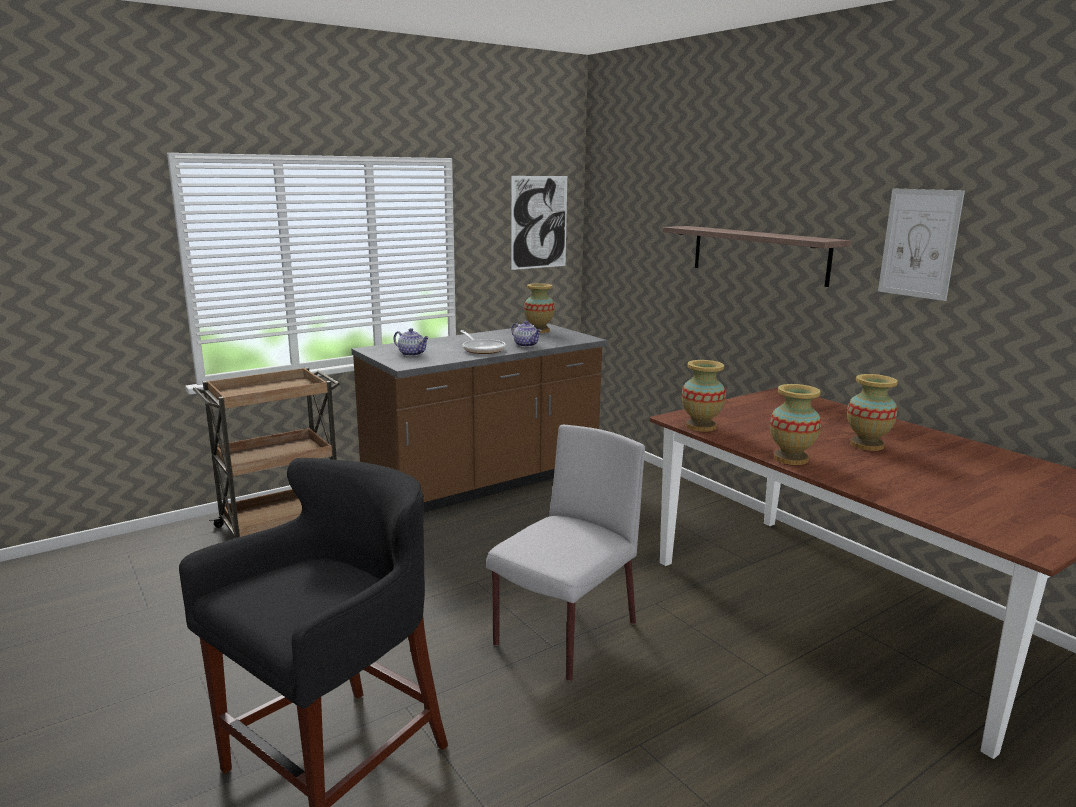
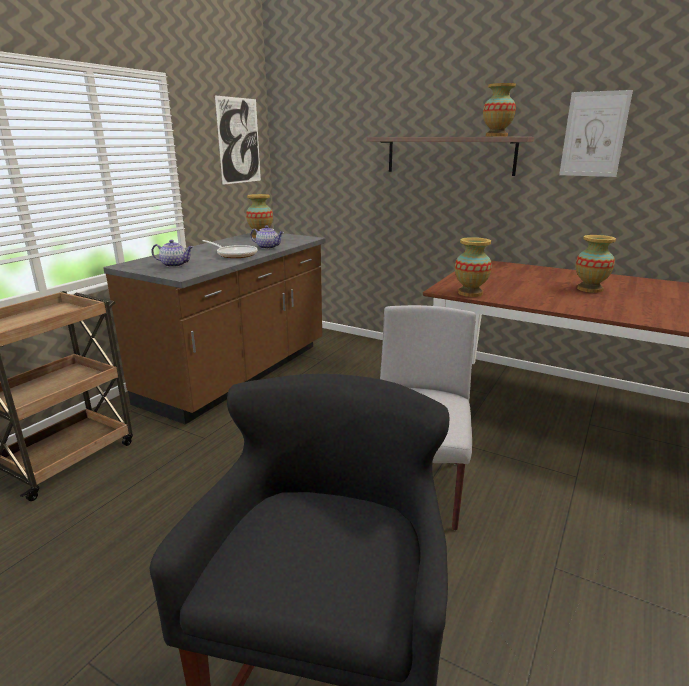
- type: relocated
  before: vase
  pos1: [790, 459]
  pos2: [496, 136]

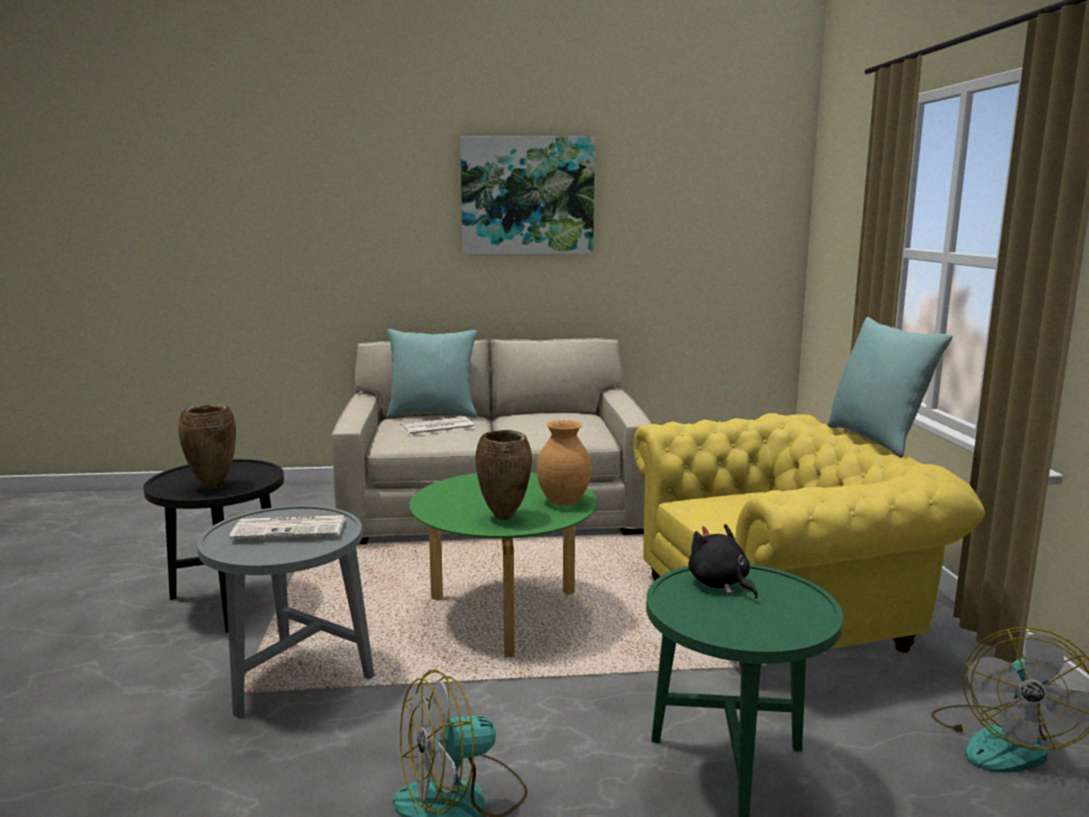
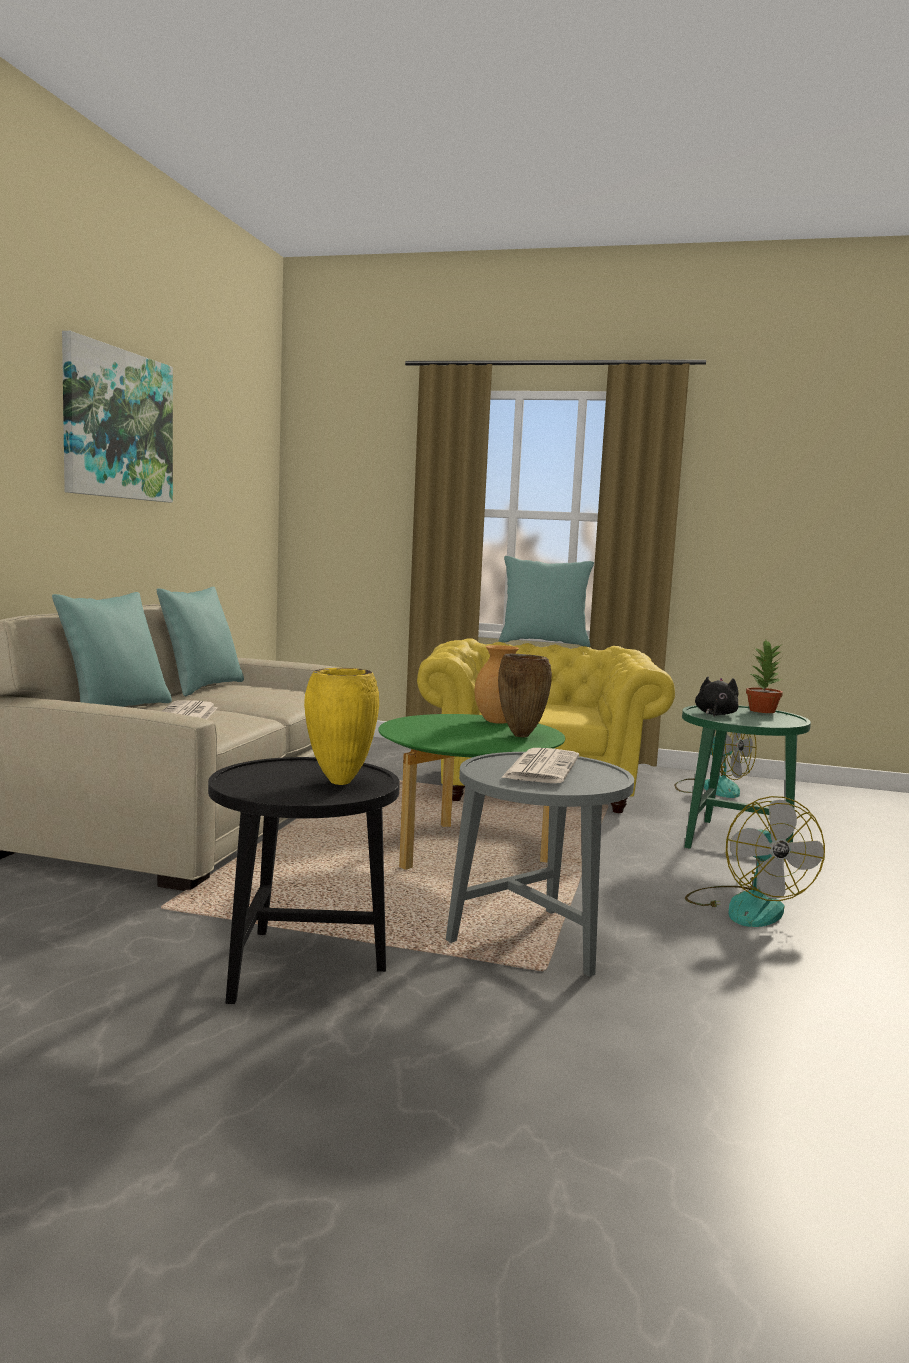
- type: appeared
  after: turquoise pillow
  pos2: [201, 687]
- type: colour
  before: brown vase
  after: yellow vase
  pos1: [213, 486]
  pos2: [338, 782]
- type: spun
  before: black plush toy
  pos1: [720, 584]
  pos2: [715, 714]
  turn: 120
- type: appeared
  after: potted plant
  pos2: [763, 710]

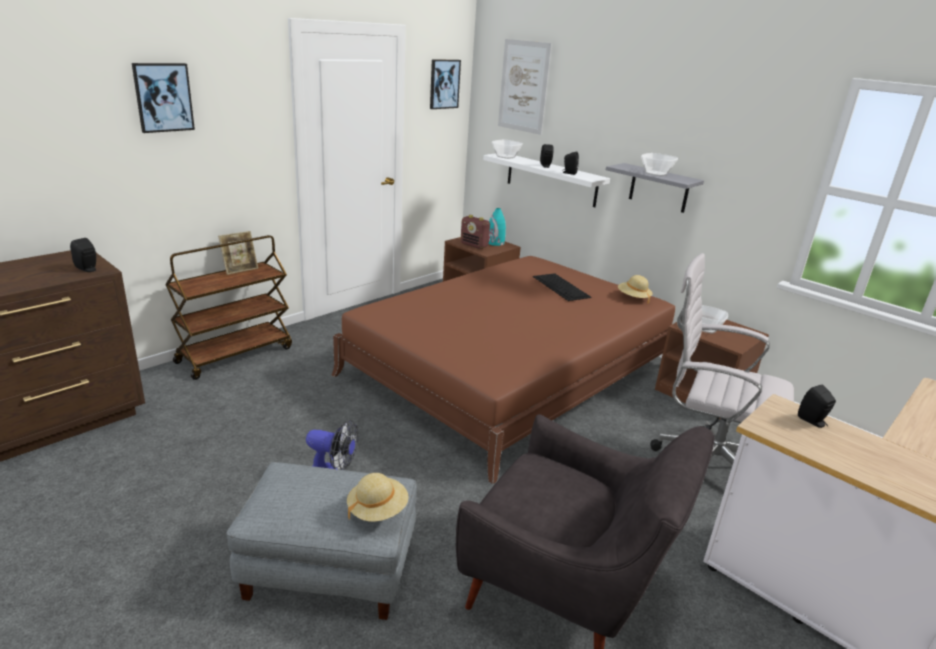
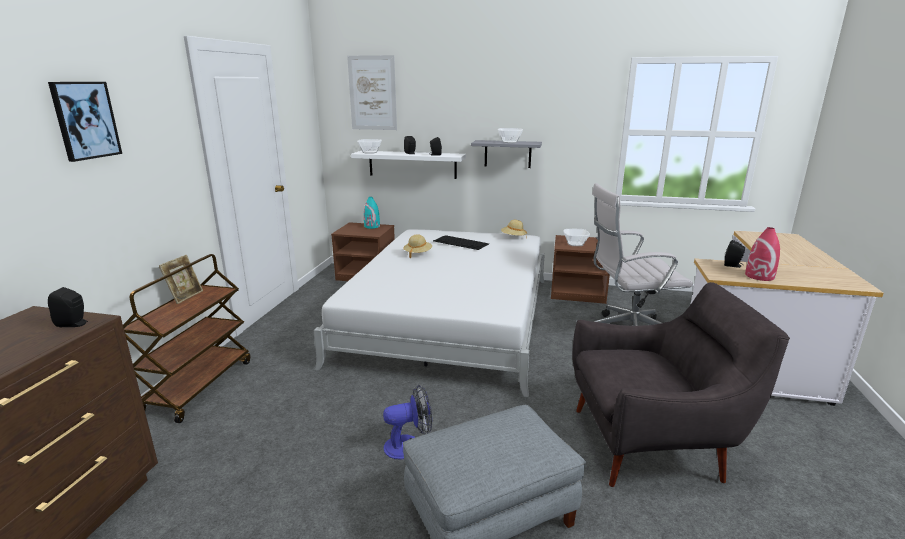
- type: colour
  before: brown bed
  after: white bed
  pos1: [510, 370]
  pos2: [450, 318]
- type: relocated
  before: beige hat
  pos1: [377, 510]
  pos2: [417, 254]
- type: appeared
  after: red vase
  pos2: [760, 276]
- type: missing
  before: picture
  pos1: [444, 84]
- type: missing
  before: radio
  pos1: [474, 245]

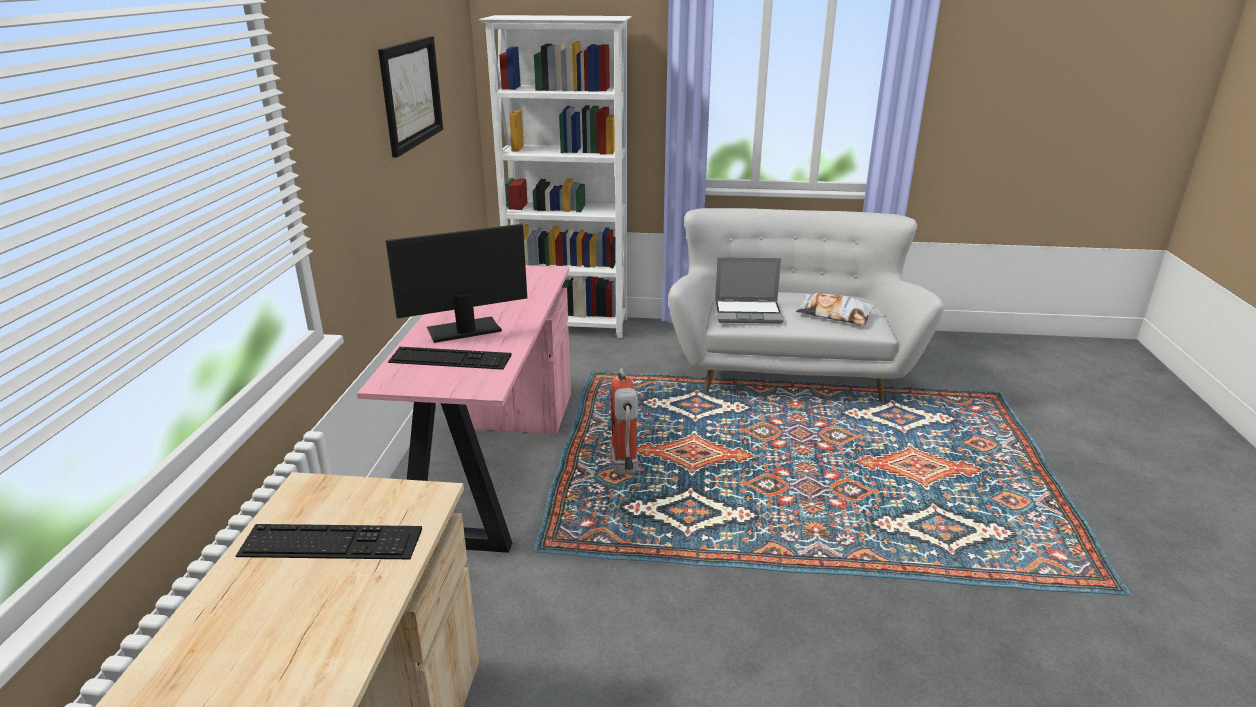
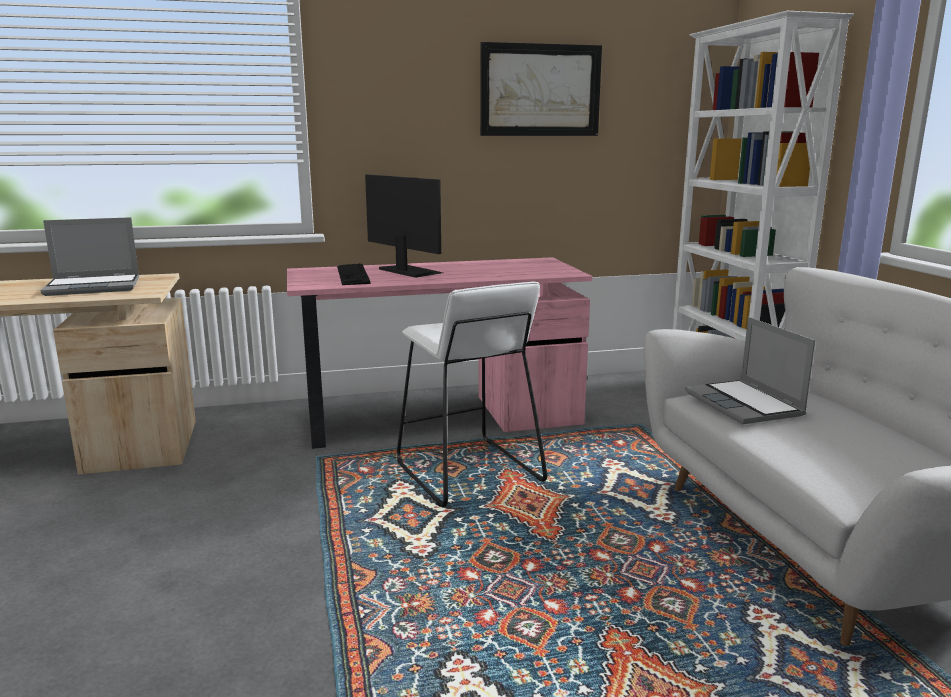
- type: exchanged
  before: keyboard
  after: laptop
  pos1: [331, 542]
  pos2: [95, 287]
- type: exchanged
  before: fire extinguisher
  after: white stool
  pos1: [625, 469]
  pos2: [467, 472]
- type: missing
  before: pillow
  pos1: [834, 314]

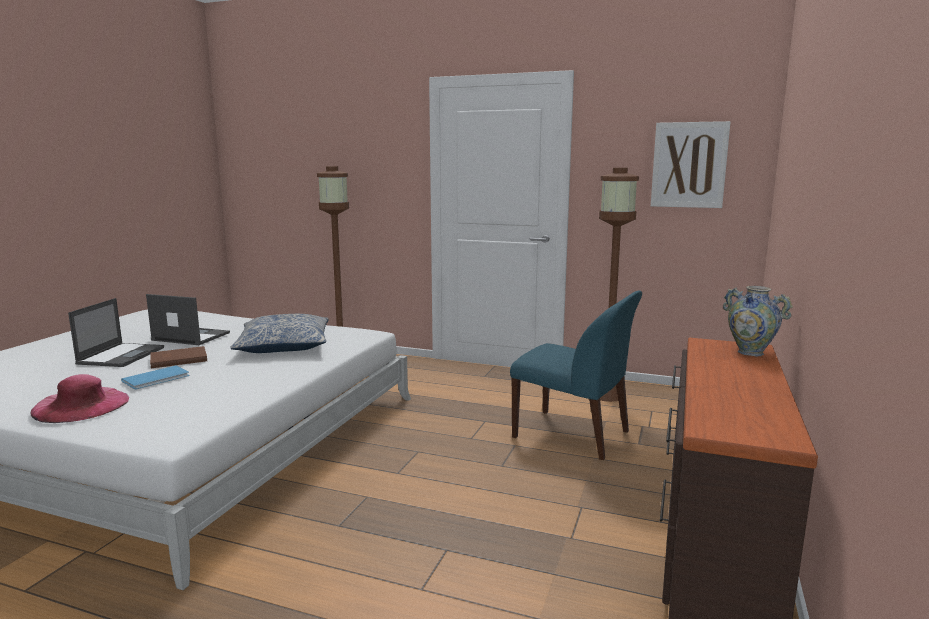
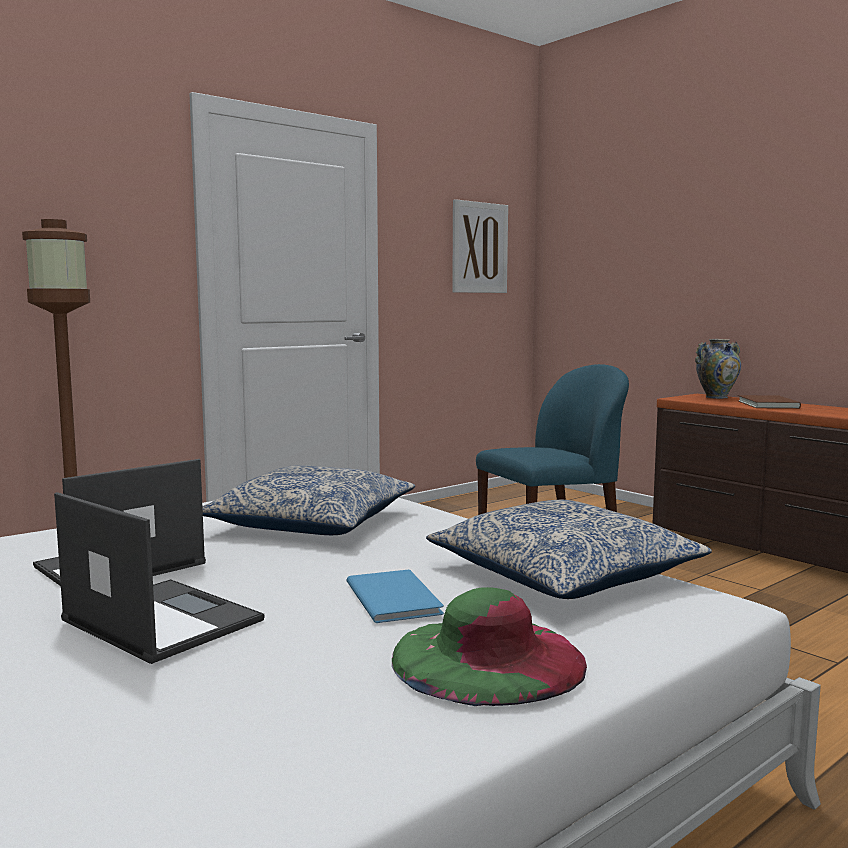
- type: colour
  before: pink hat
  after: green hat
  pos1: [81, 405]
  pos2: [487, 659]
- type: appeared
  after: pillow
  pos2: [563, 574]
- type: relocated
  before: brown book
  pos1: [178, 359]
  pos2: [766, 404]
- type: missing
  before: brown floor lamp
  pos1: [607, 396]

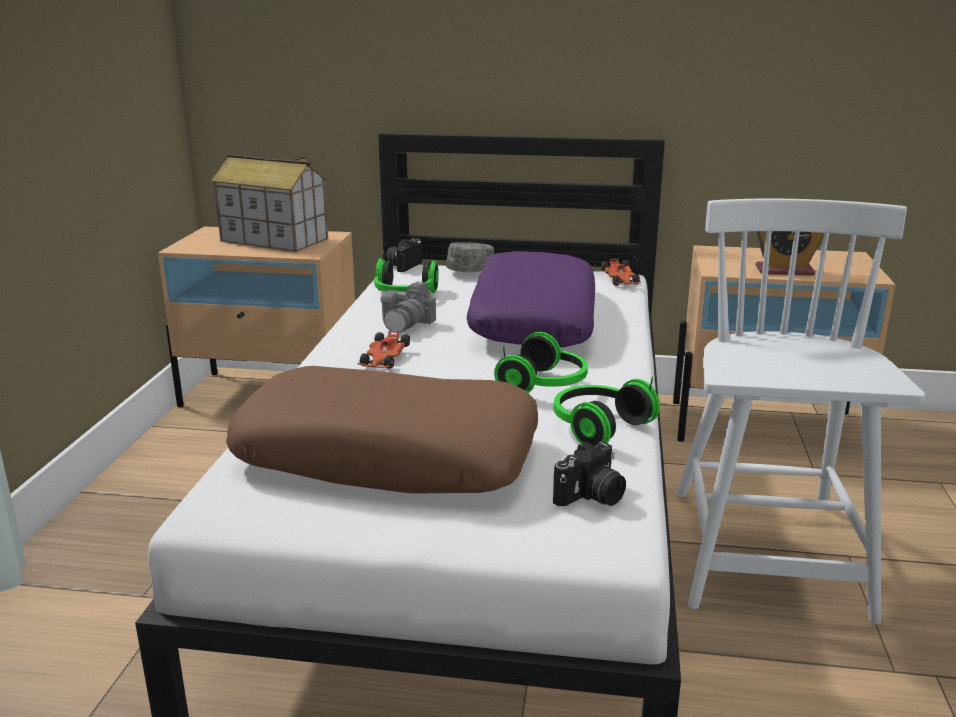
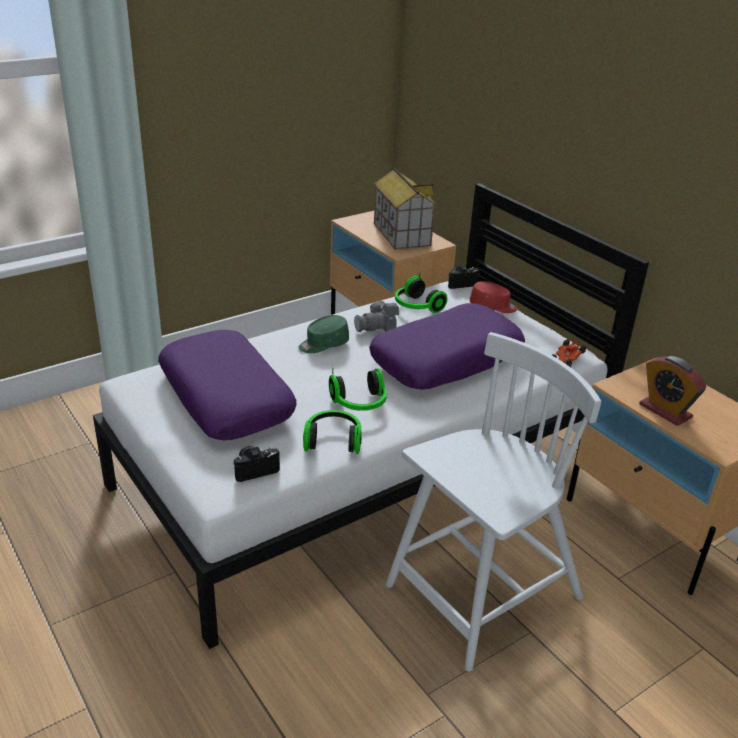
- type: colour
  before: brown pillow
  after: purple pillow
  pos1: [389, 455]
  pos2: [227, 397]
- type: spun
  before: photo camera
  pos1: [591, 497]
  pos2: [255, 470]
  turn: 150
- type: exchanged
  before: toy car
  after: green cap
  pos1: [384, 359]
  pos2: [323, 344]
- type: colour
  before: grey cap
  after: red cap
  pos1: [475, 270]
  pos2: [493, 307]

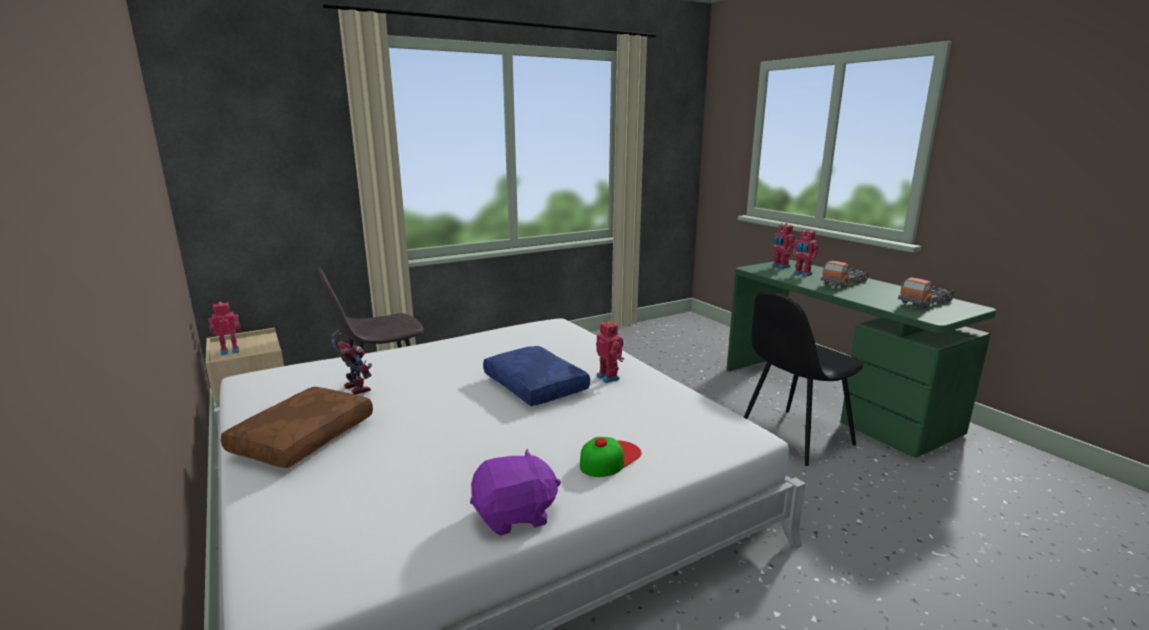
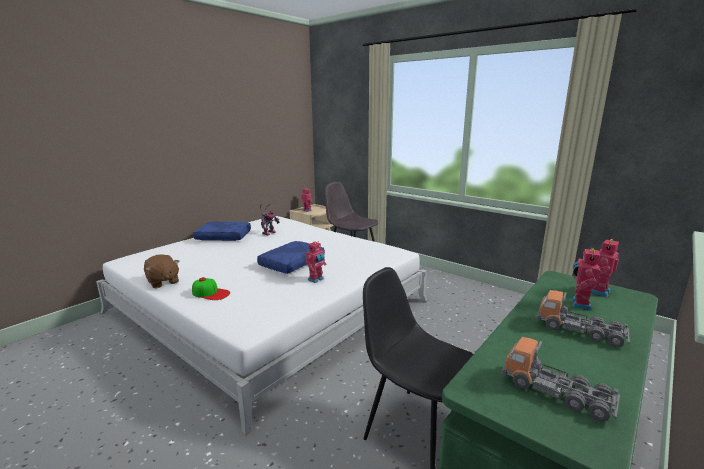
- type: colour
  before: purple plush toy
  after: brown plush toy
  pos1: [515, 515]
  pos2: [163, 282]
- type: colour
  before: brown pillow
  after: blue pillow
  pos1: [303, 437]
  pos2: [224, 237]

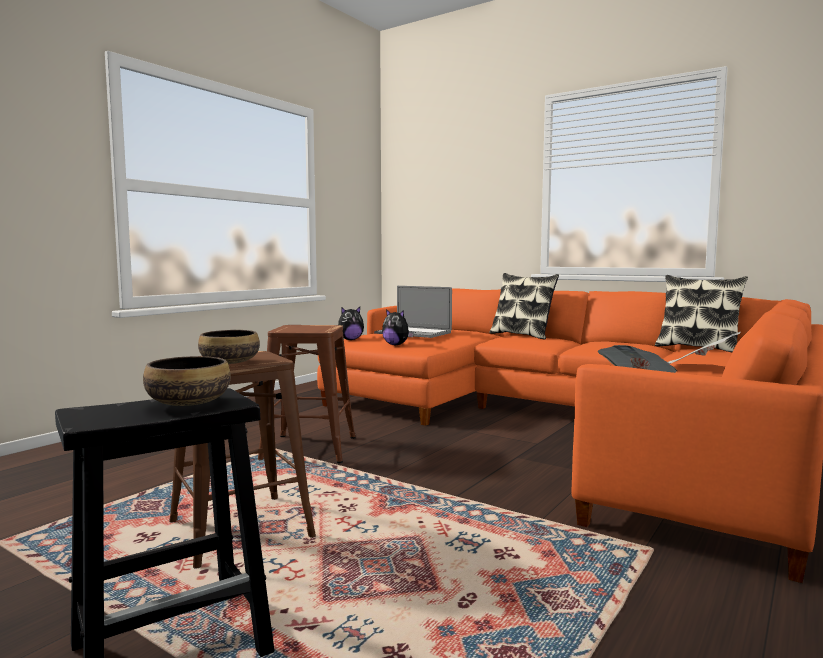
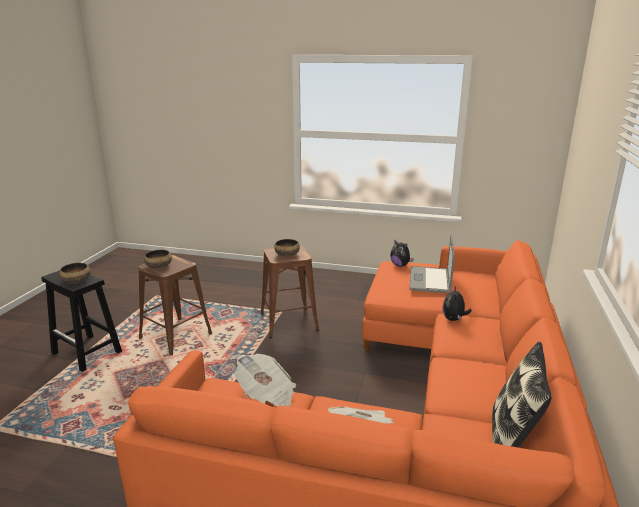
- type: appeared
  after: bowl
  pos2: [287, 254]
- type: relocated
  before: plush toy
  pos1: [396, 345]
  pos2: [454, 319]
- type: missing
  before: pillow
  pos1: [522, 335]

